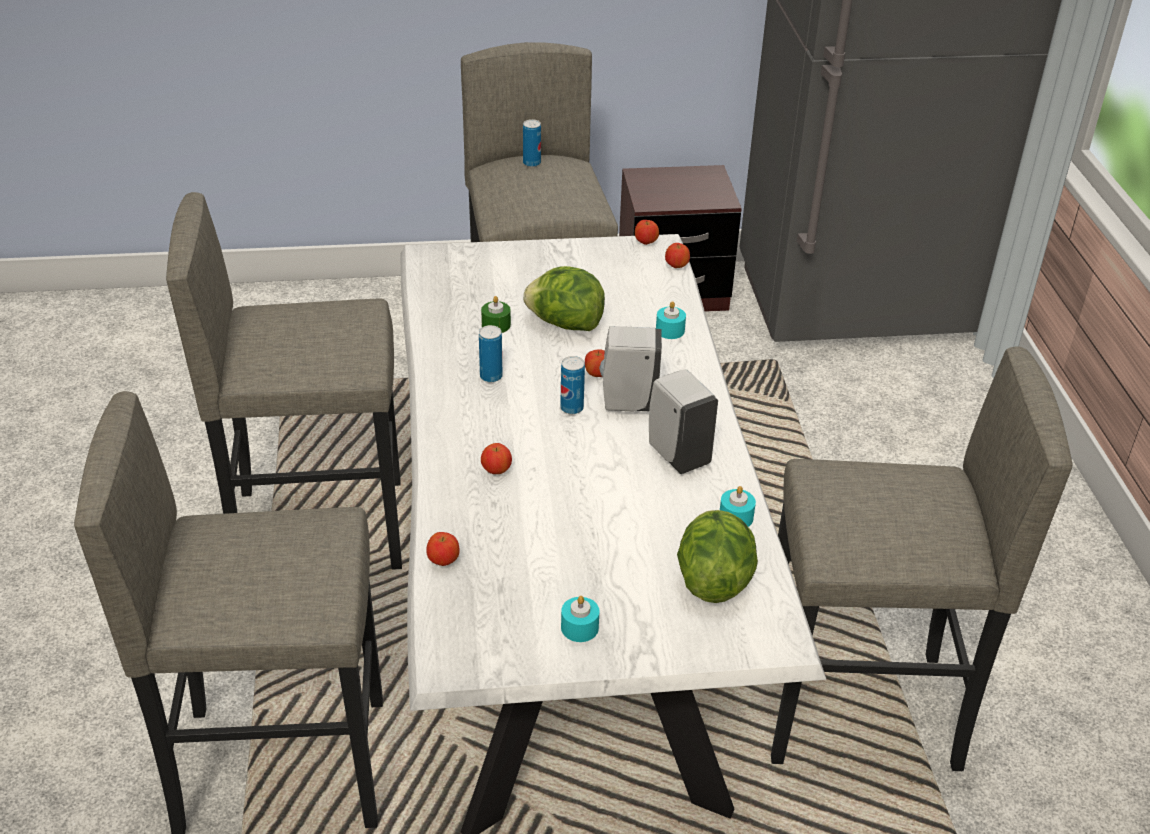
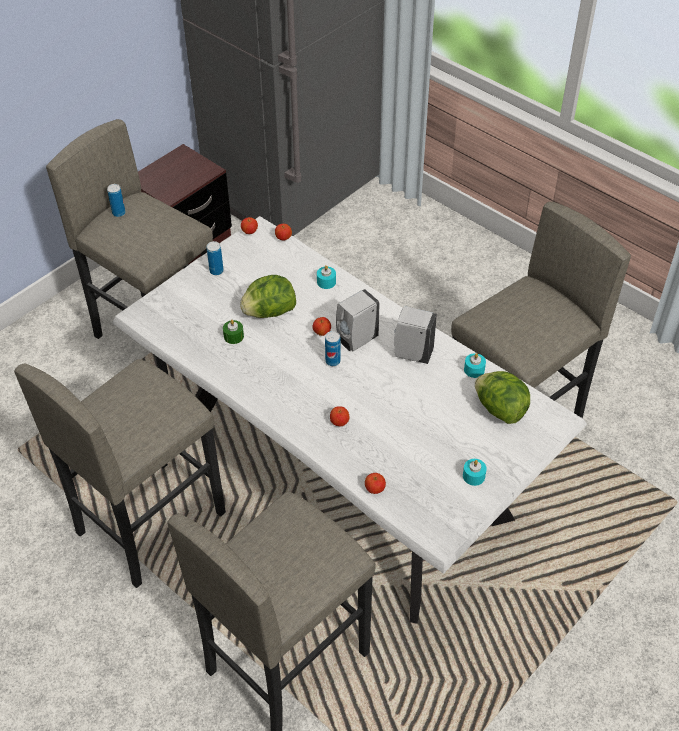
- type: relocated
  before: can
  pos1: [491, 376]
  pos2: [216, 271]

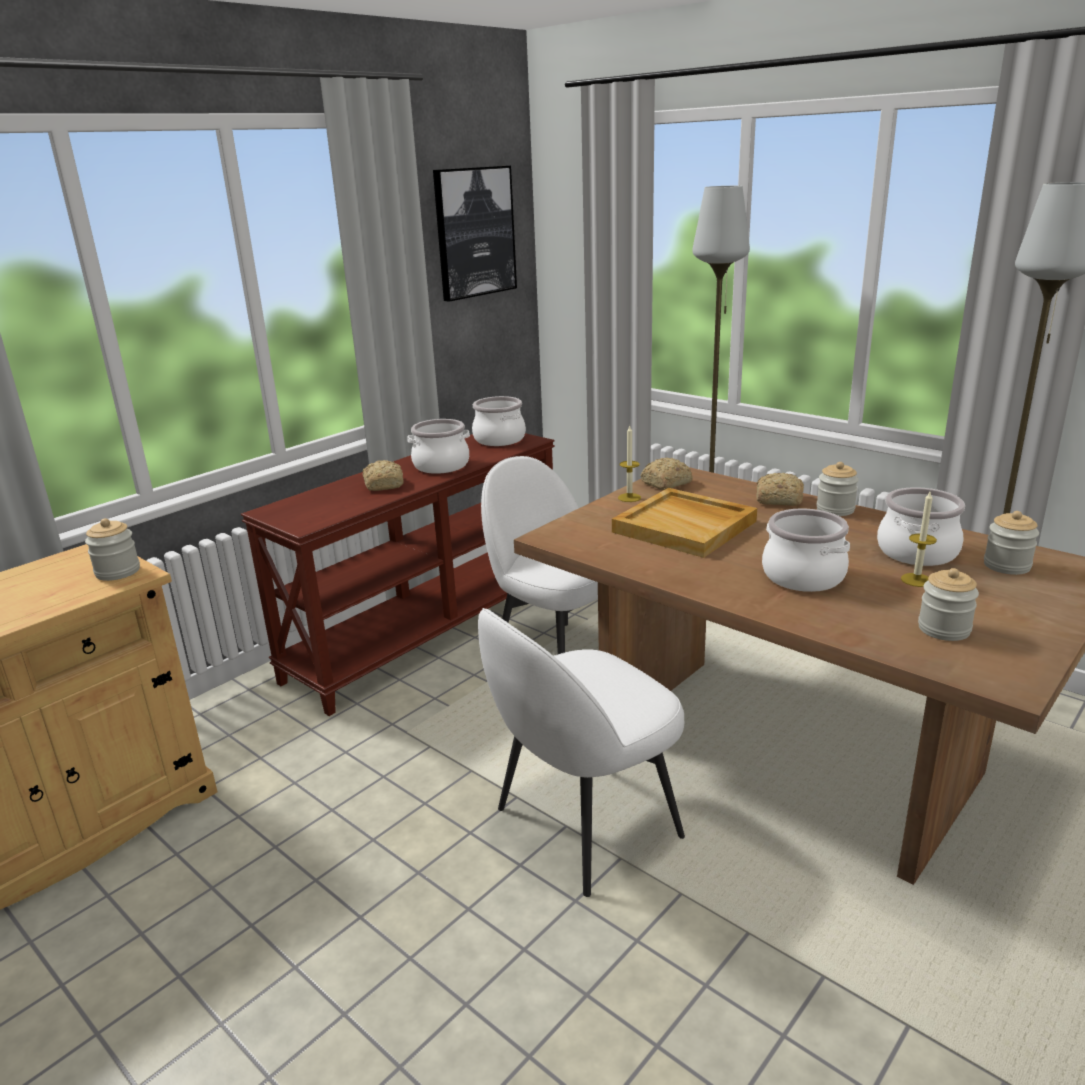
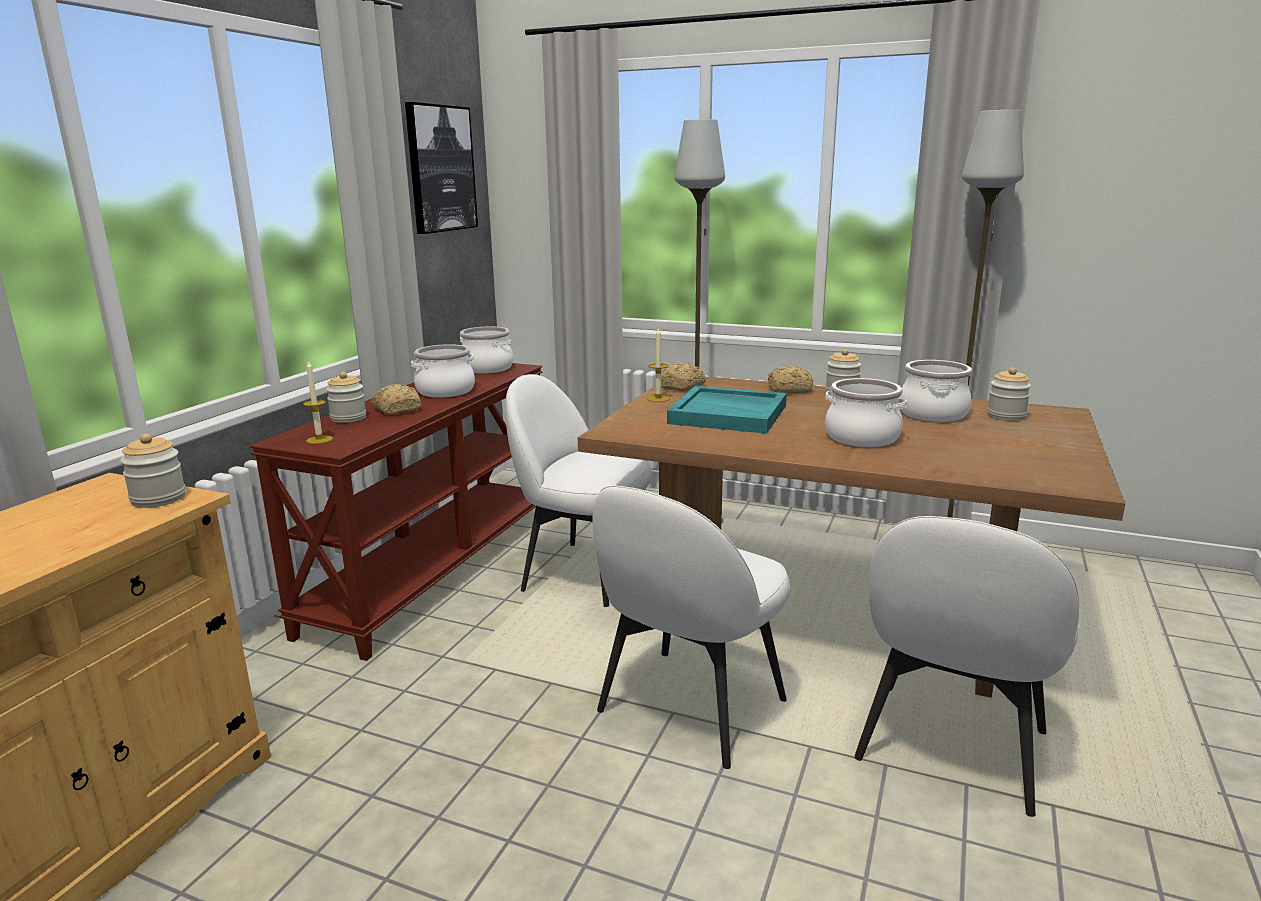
- type: relocated
  before: candle
  pos1: [916, 580]
  pos2: [319, 439]
- type: relocated
  before: jar
  pos1: [944, 629]
  pos2: [348, 418]
- type: colour
  before: beige tray
  after: turquoise tray
  pos1: [686, 526]
  pos2: [729, 414]
- type: appeared
  after: white chair
  pos2: [950, 749]

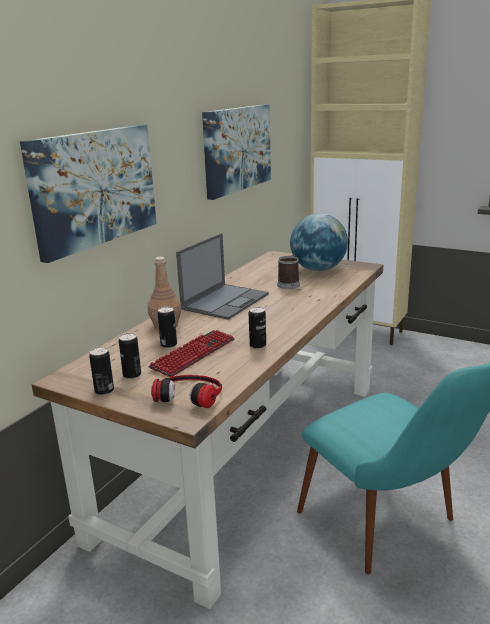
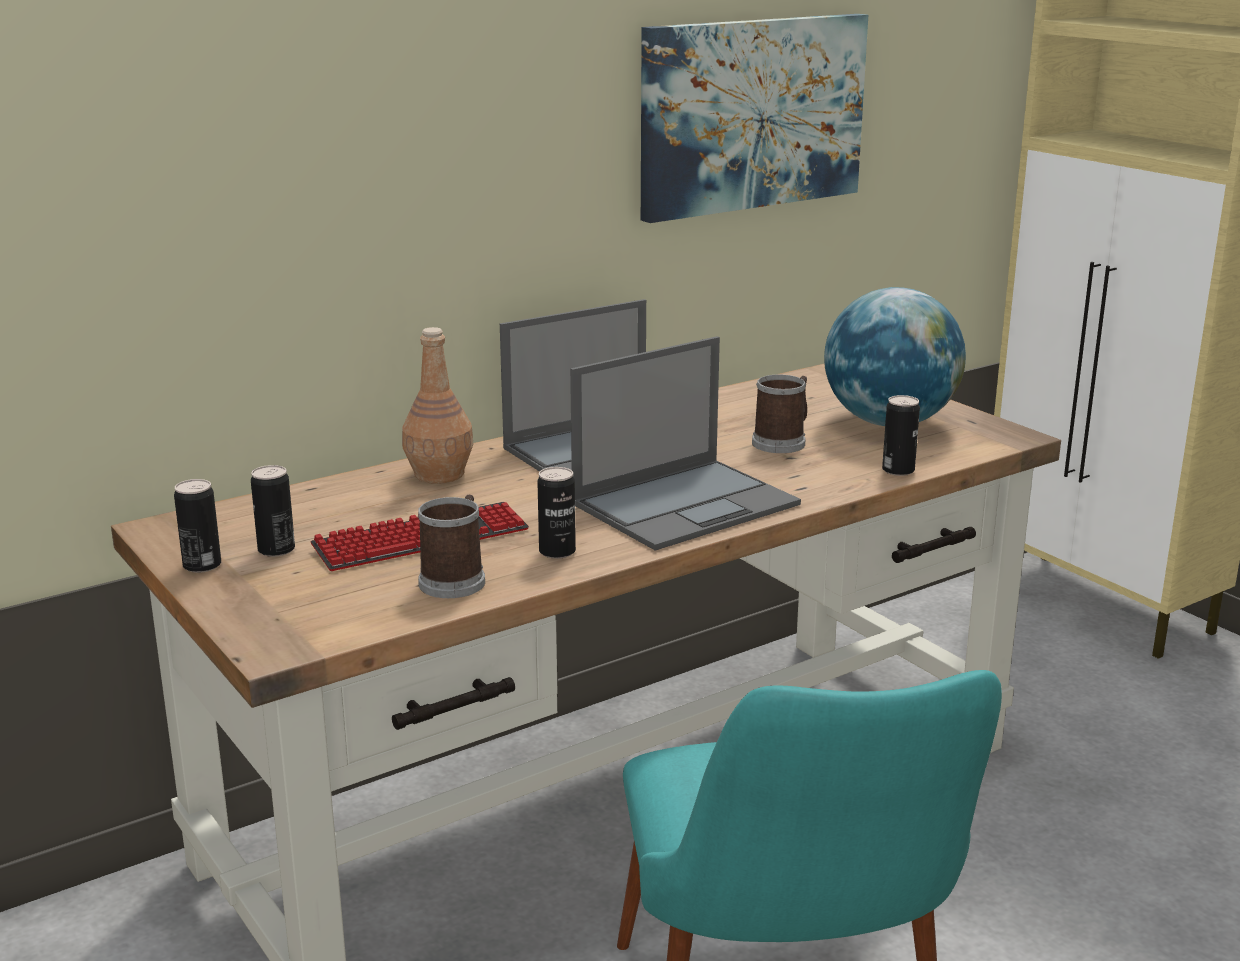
- type: appeared
  after: mug
  pos2: [456, 580]
- type: appeared
  after: laptop
  pos2: [687, 504]
- type: relocated
  before: can
  pos1: [168, 344]
  pos2: [898, 470]
- type: missing
  before: picture
  pos1: [94, 188]
- type: missing
  before: headphones
  pos1: [190, 394]

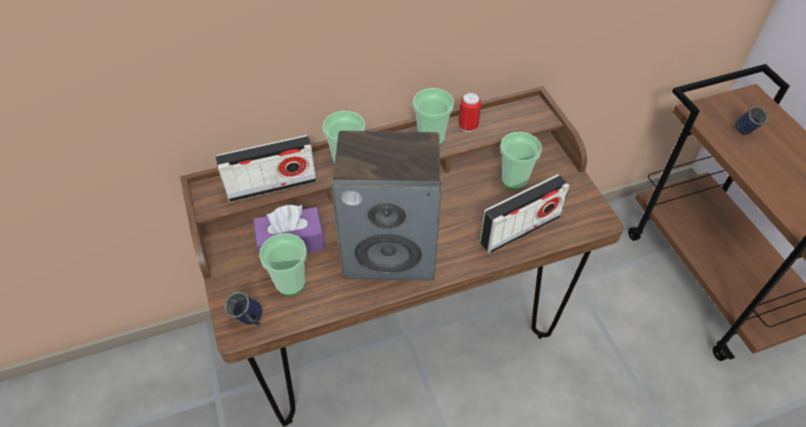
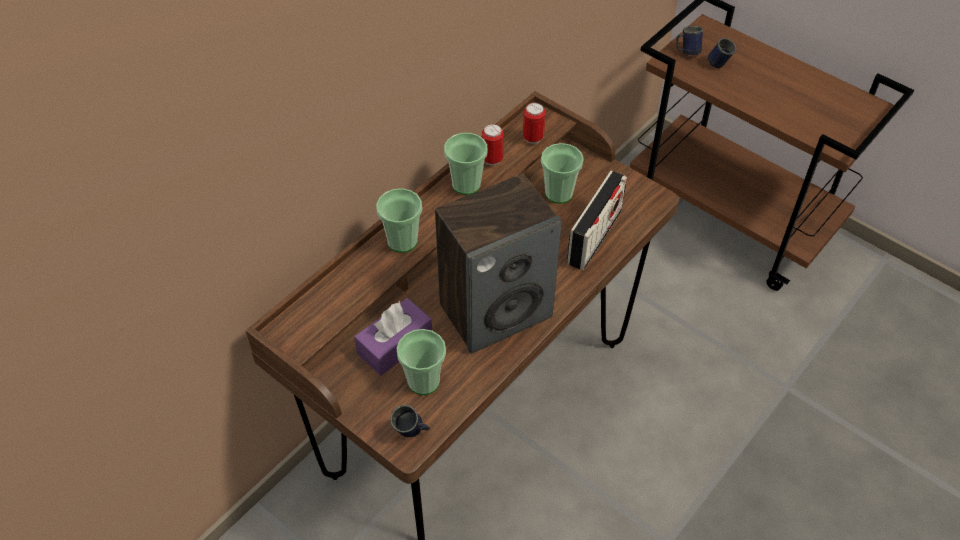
- type: appeared
  after: can
  pos2: [533, 138]
- type: appeared
  after: blue mug
  pos2: [686, 52]
- type: missing
  before: radio
  pos1: [272, 185]

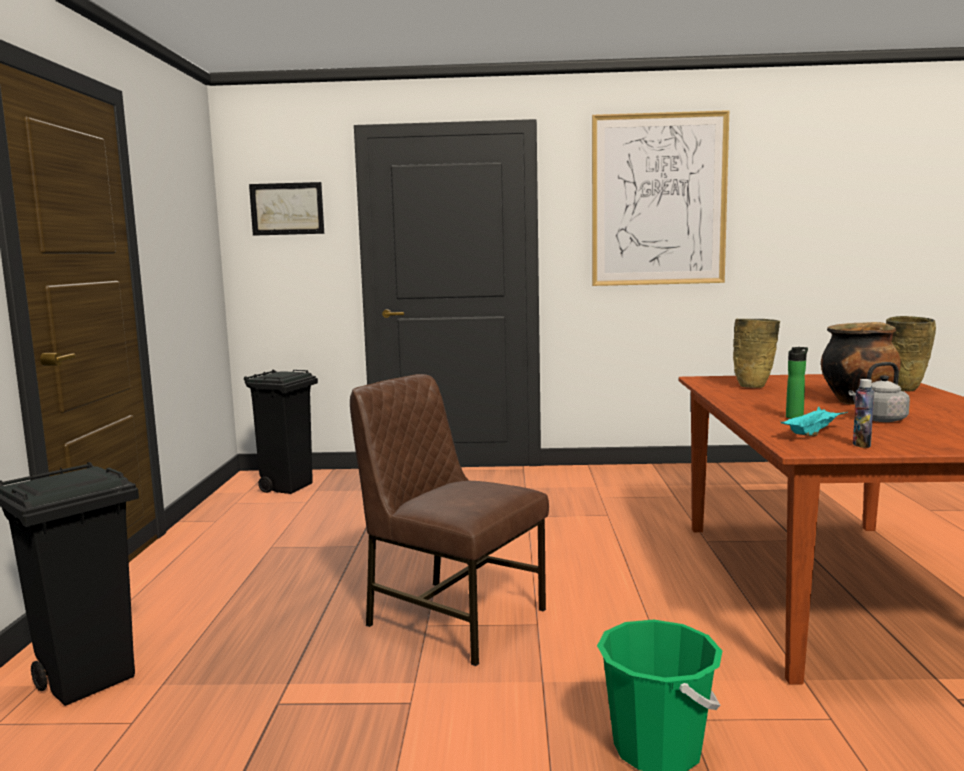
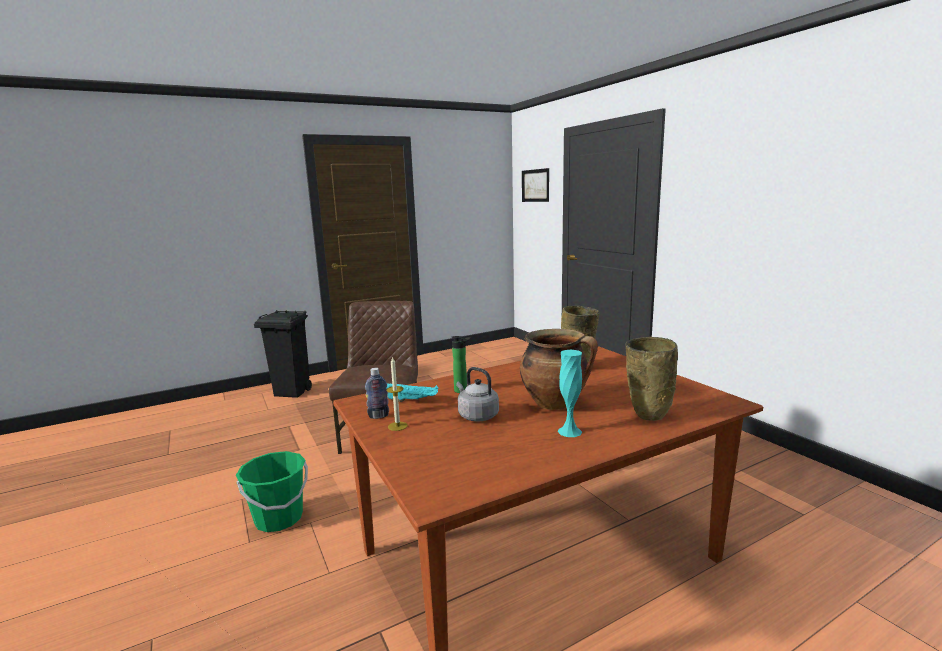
- type: appeared
  after: candle
  pos2: [397, 426]
- type: appeared
  after: turquoise vase
  pos2: [569, 431]
- type: missing
  before: black trash can
  pos1: [288, 487]
- type: missing
  before: picture
  pos1: [658, 200]

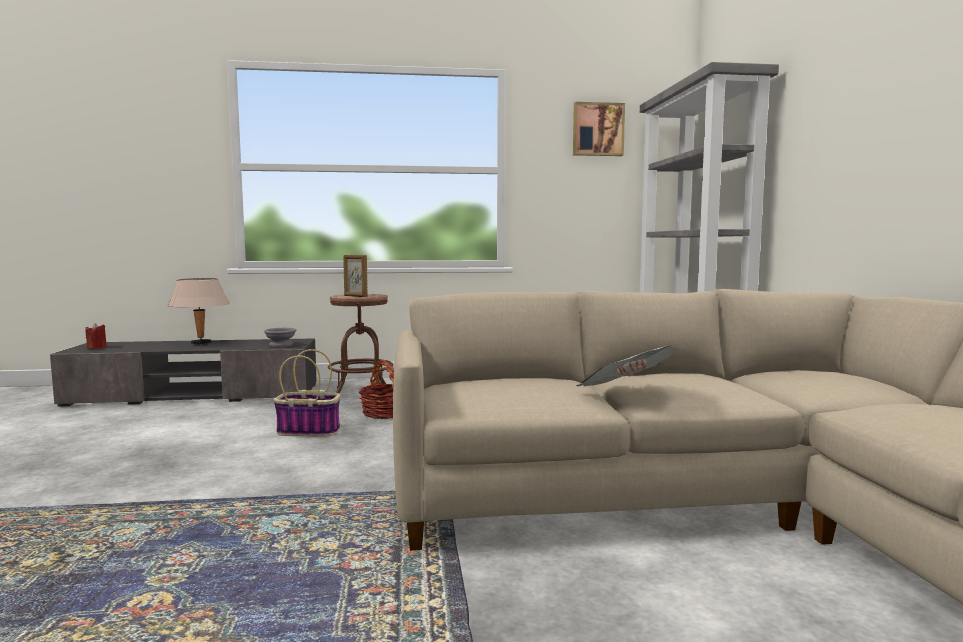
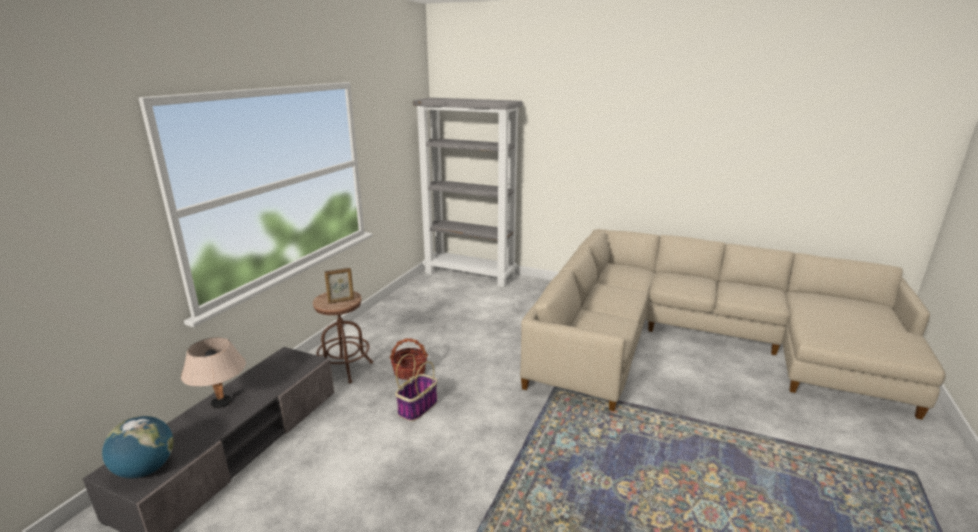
- type: exchanged
  before: red candle
  after: globe
  pos1: [97, 347]
  pos2: [146, 469]
- type: missing
  before: grey bowl
  pos1: [279, 345]
- type: missing
  before: picture
  pos1: [597, 129]
- type: missing
  before: newspaper
  pos1: [624, 394]

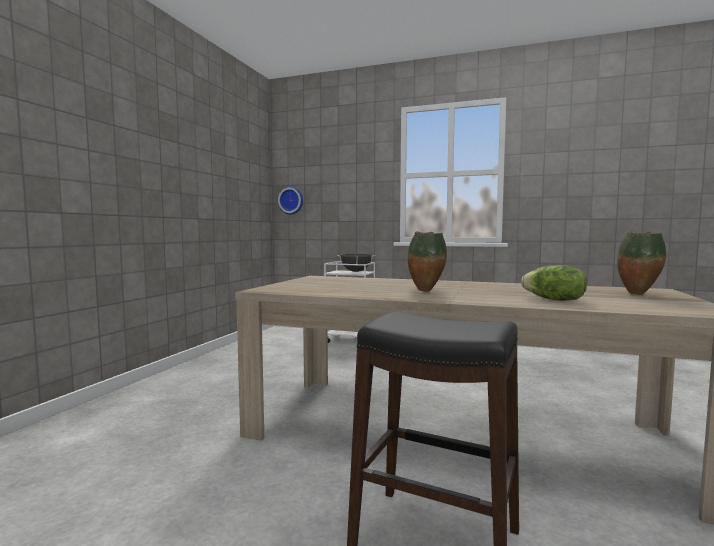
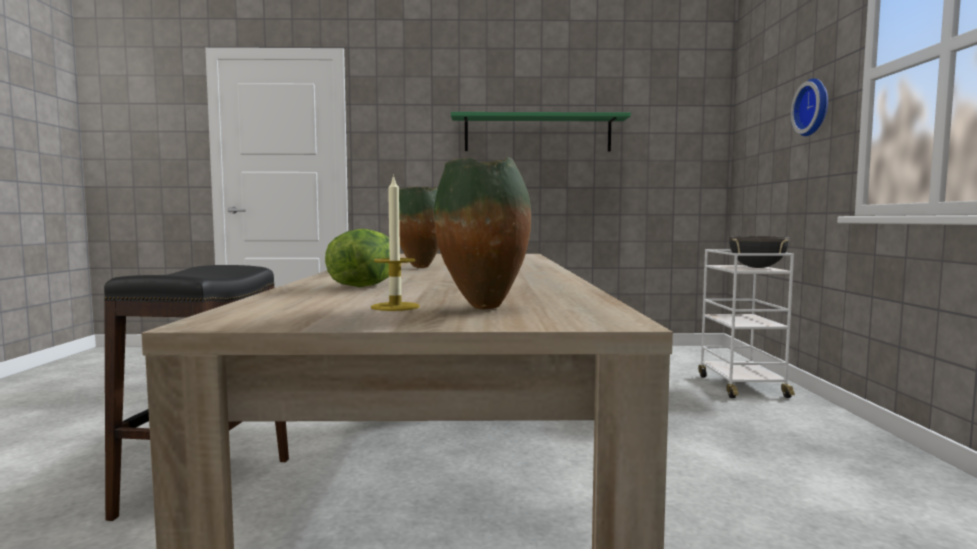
- type: appeared
  after: candle
  pos2: [395, 307]
- type: appeared
  after: green shelf
  pos2: [537, 134]
- type: relocated
  before: wall clock
  pos1: [291, 200]
  pos2: [814, 107]

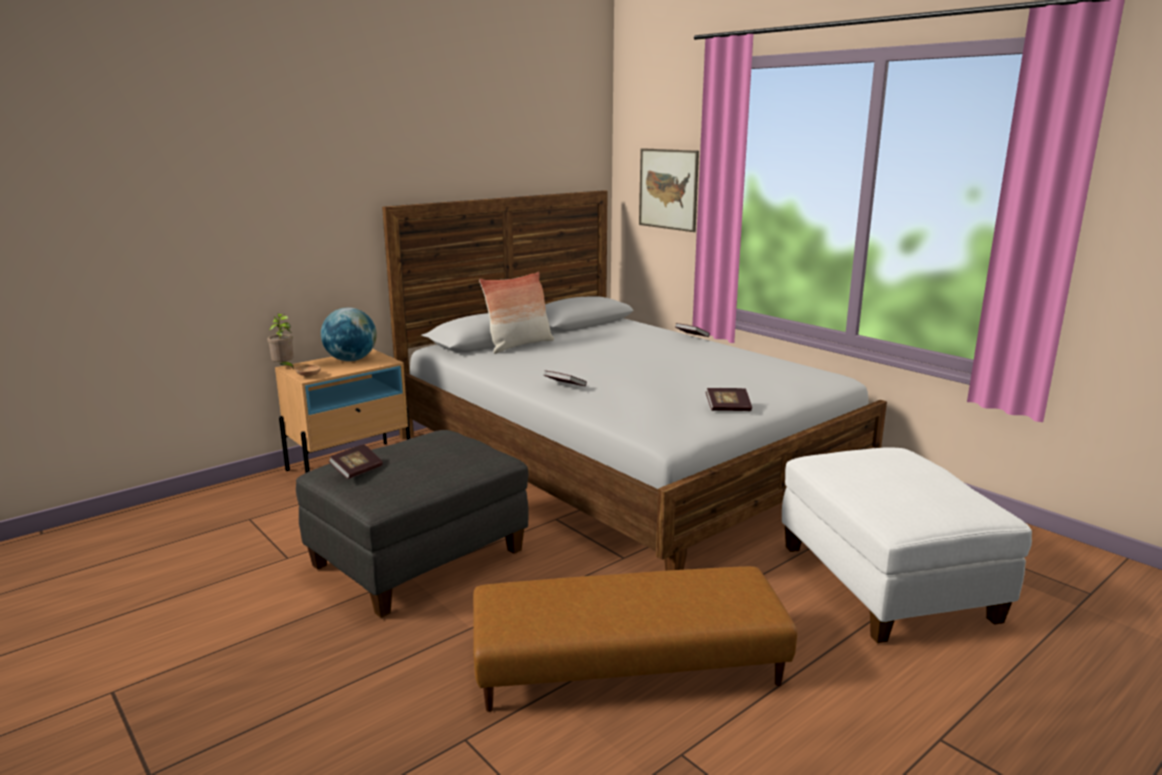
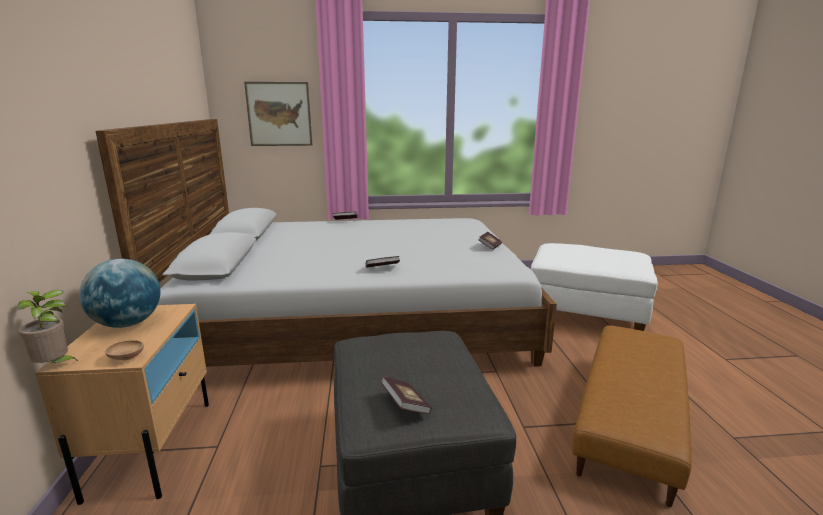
- type: missing
  before: pillow
  pos1: [519, 345]

